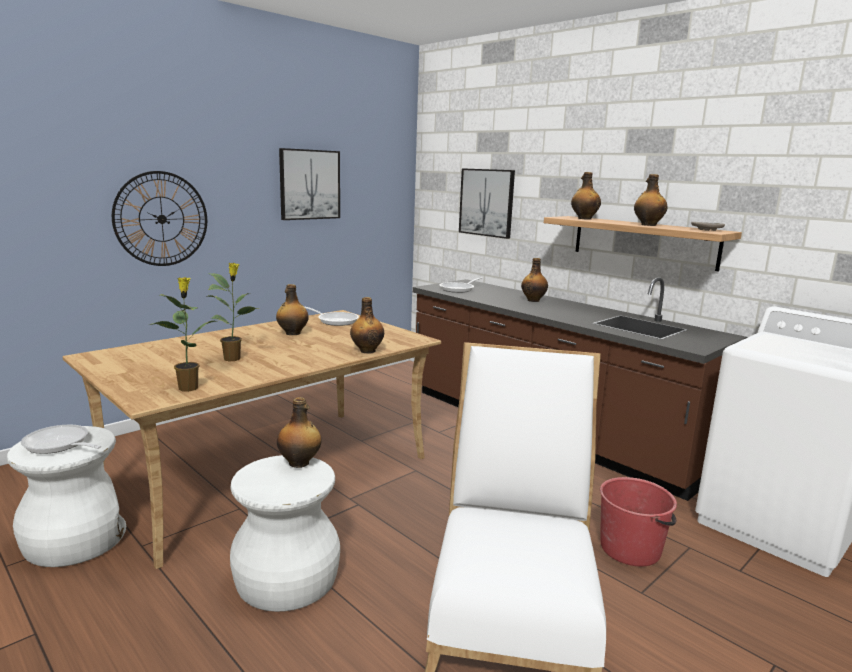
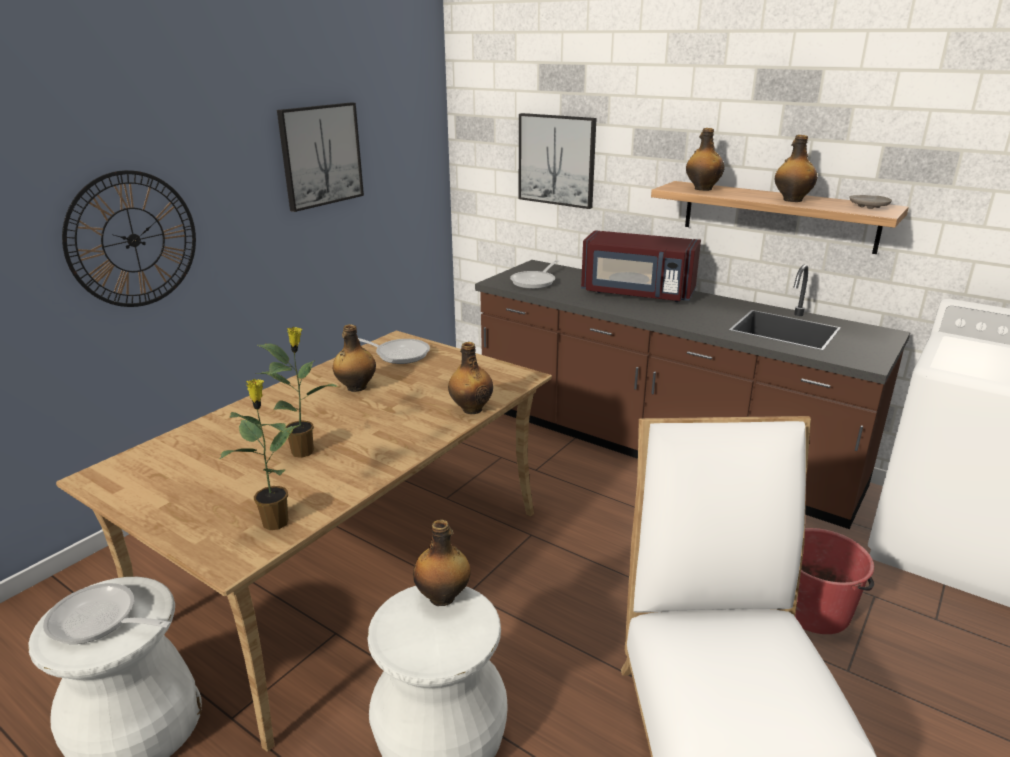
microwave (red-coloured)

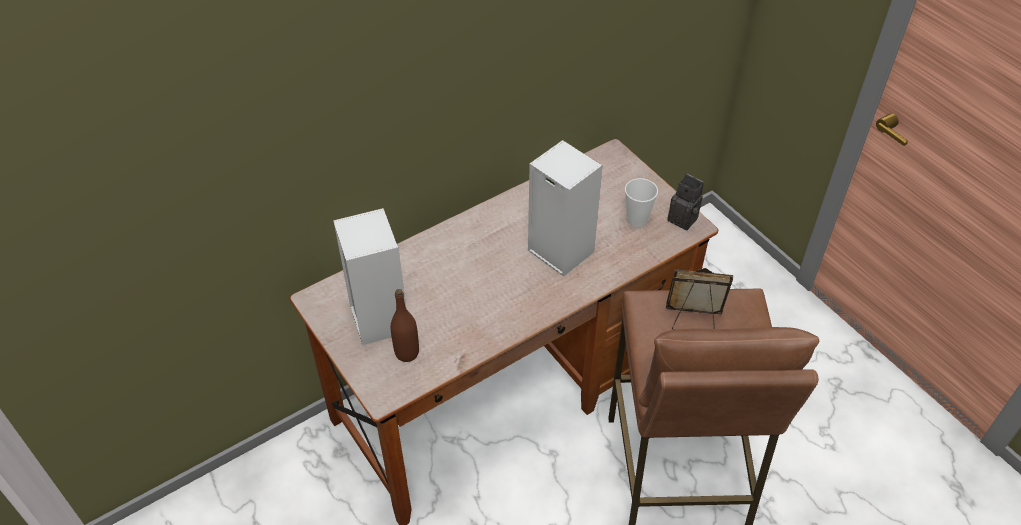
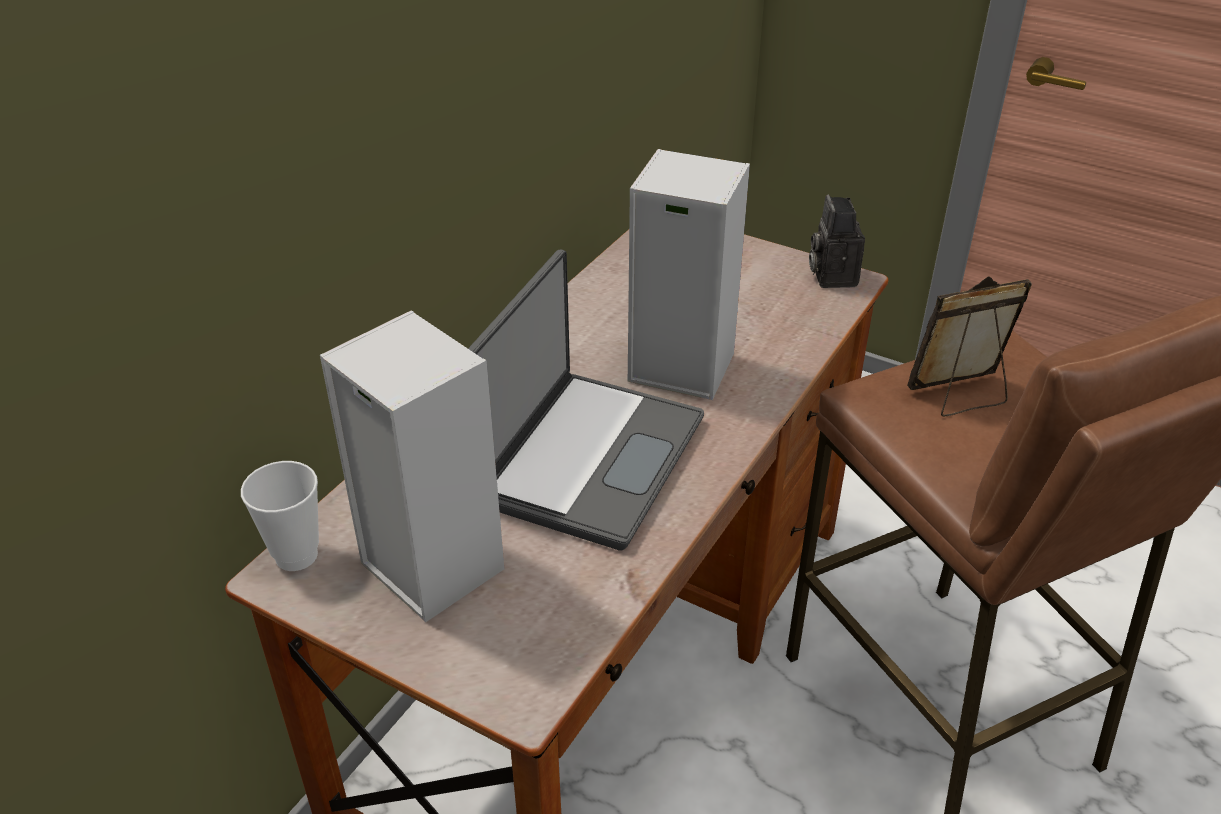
drinking cup
laptop
photo camera
drink bottle (brown)

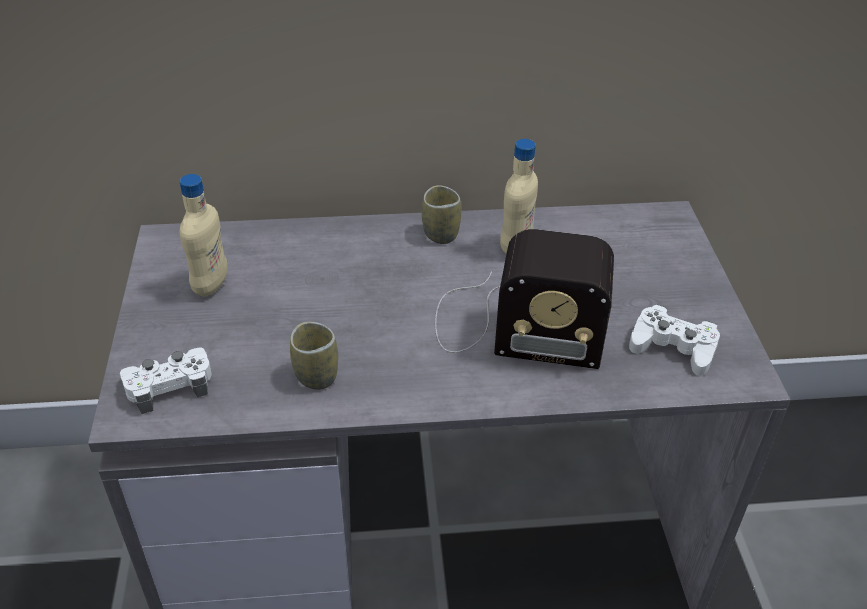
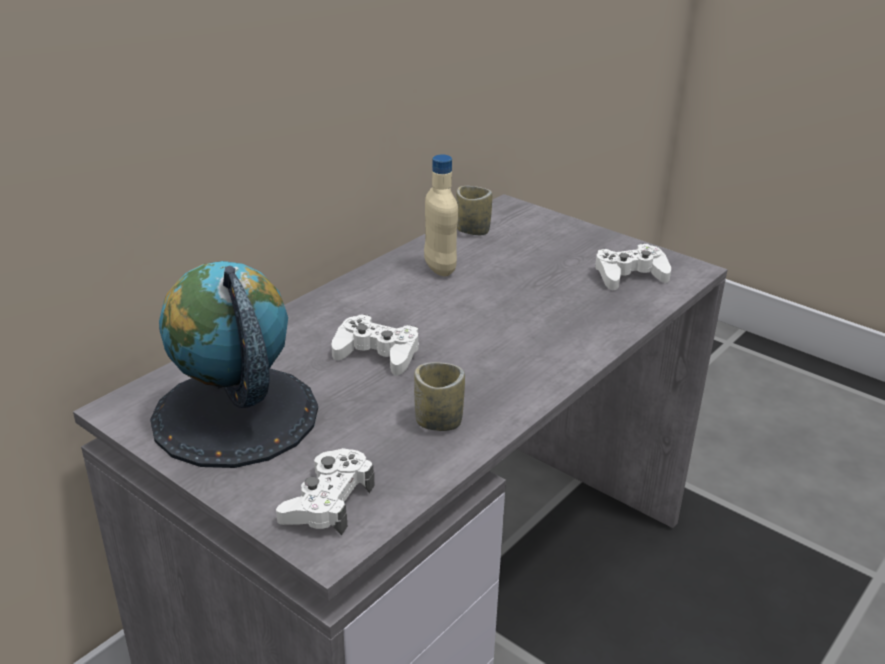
globe
game controller (white) (no. 2 from left)
drinking cup (no. 2 from left)
radio set

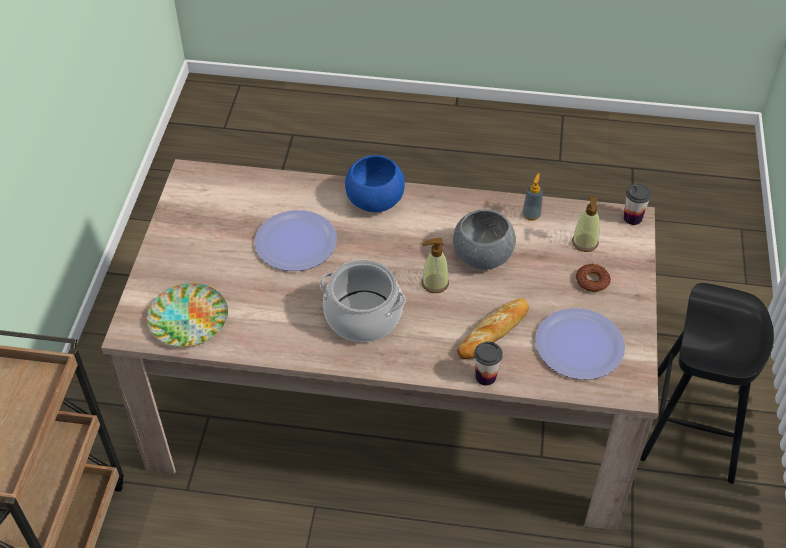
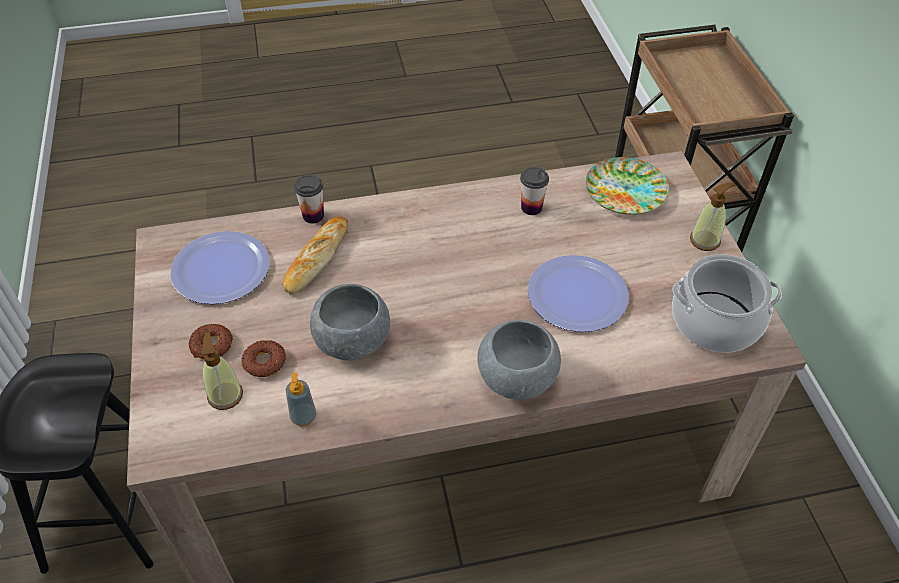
doughnut (no. 2 from left)
bowl (greyish) (no. 2 from left)
drinking cup (no. 2 from left)
cooking pot
liquid soap bottle (no. 3 from left)

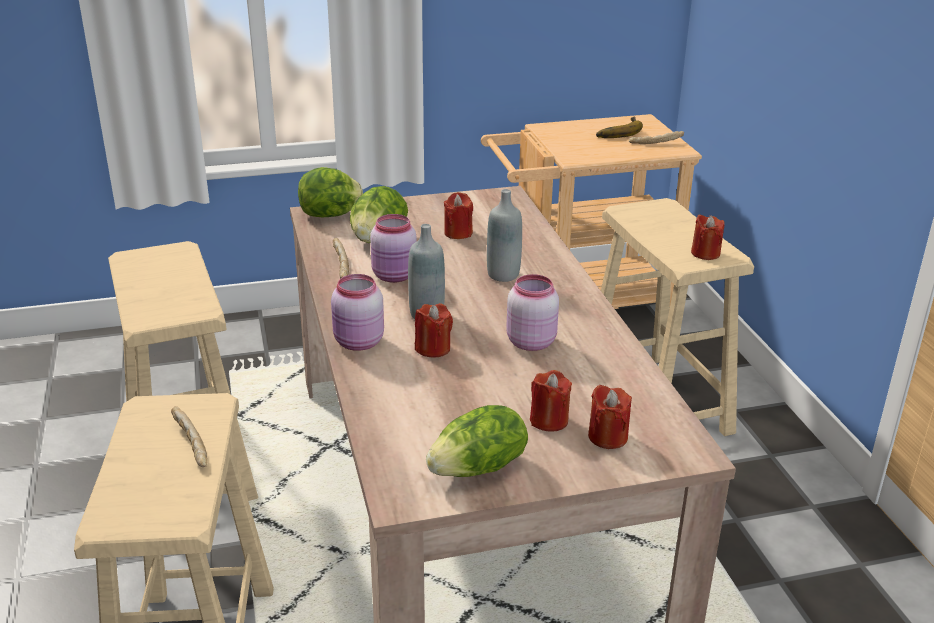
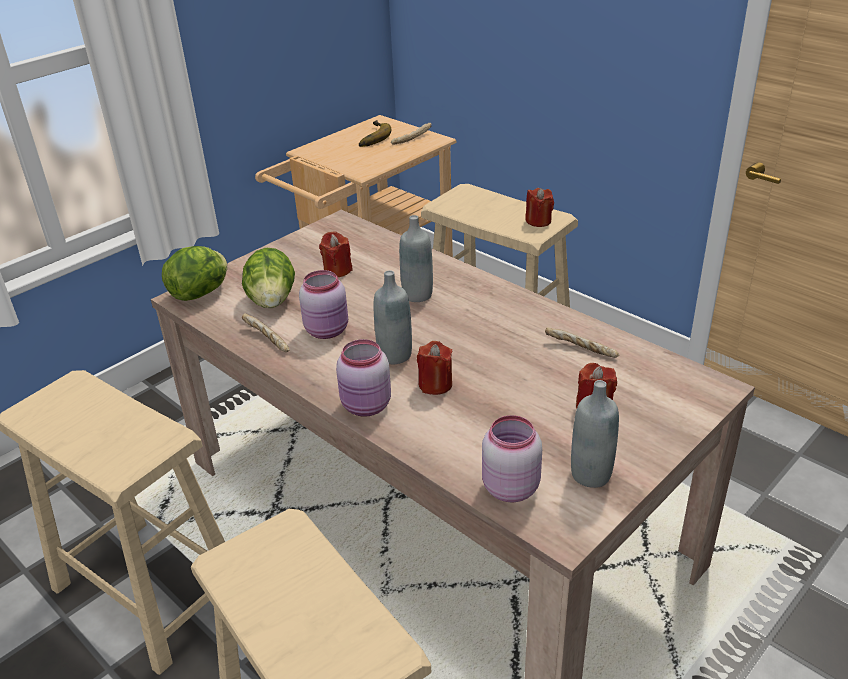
preserve jar (pinkish) (no. 3 from left)
bread (no. 3 from left)
drink bottle (greyish) (no. 3 from left)
candle (red-coloured) (no. 4 from left in the first image)

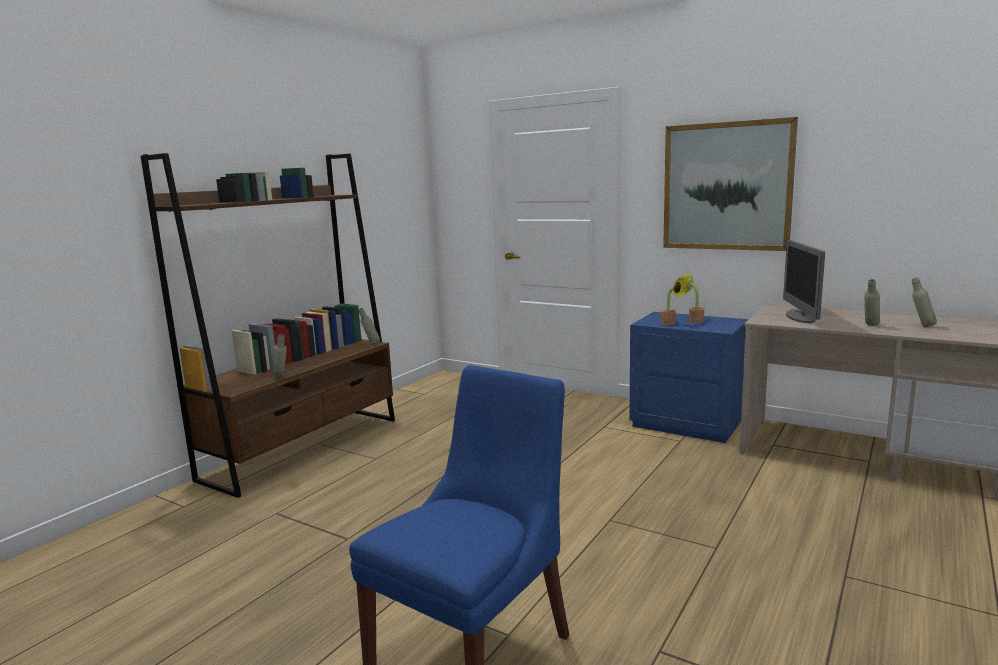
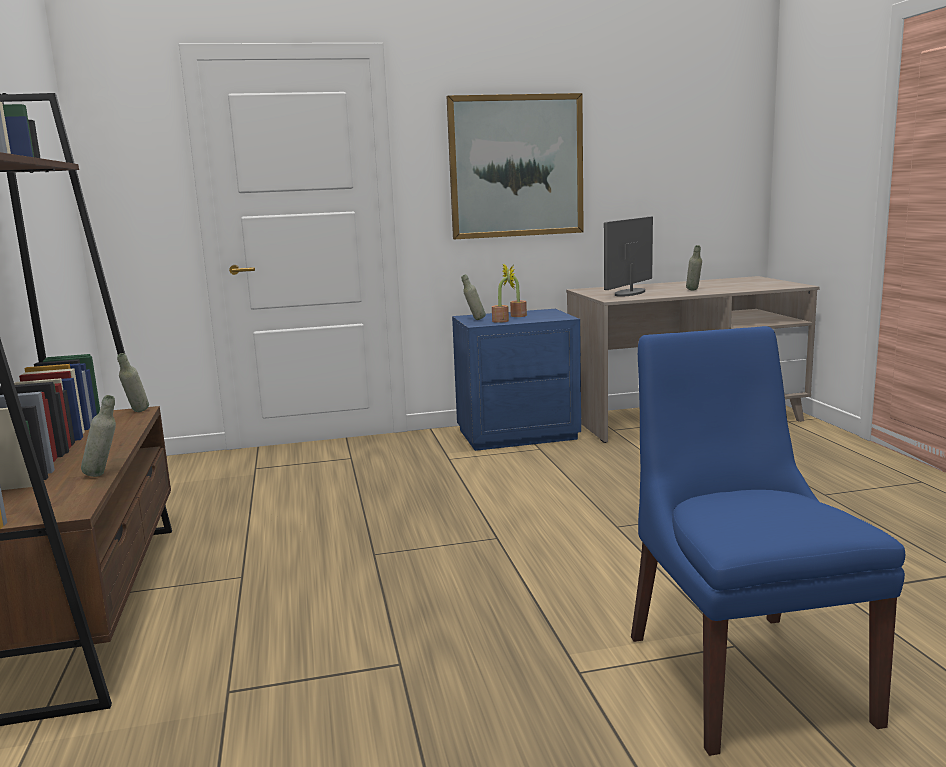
drink bottle (greyish) (no. 3 from left)
monitor

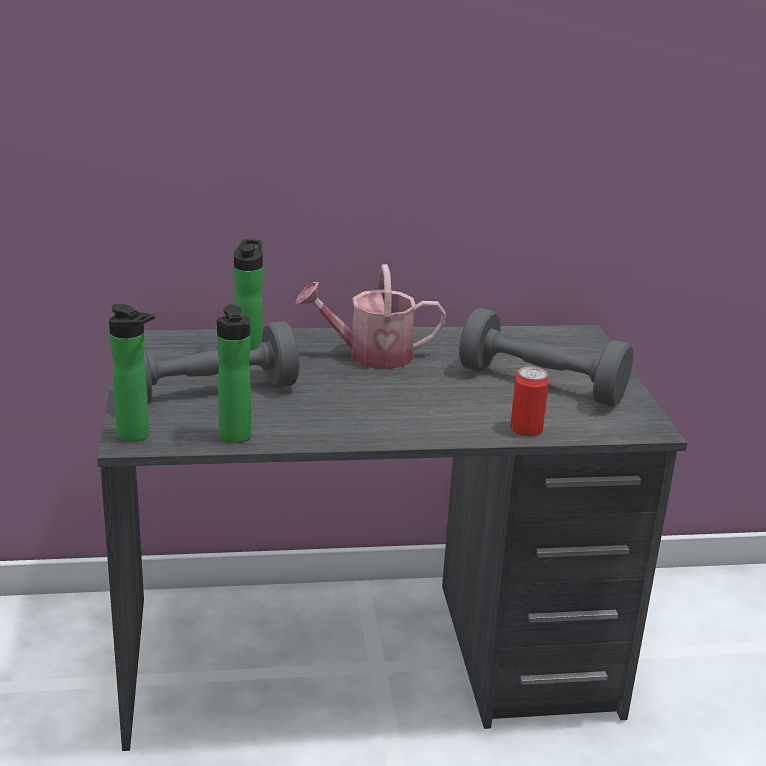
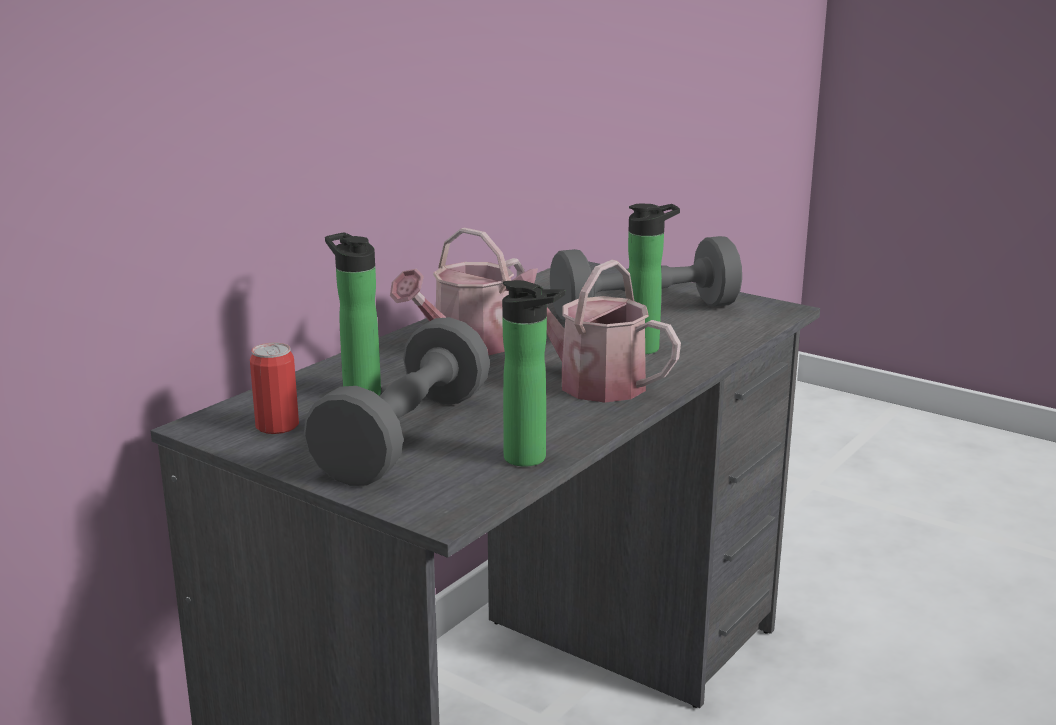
can
watering pot (no. 2 from left)
drink bottle (no. 3 from left)

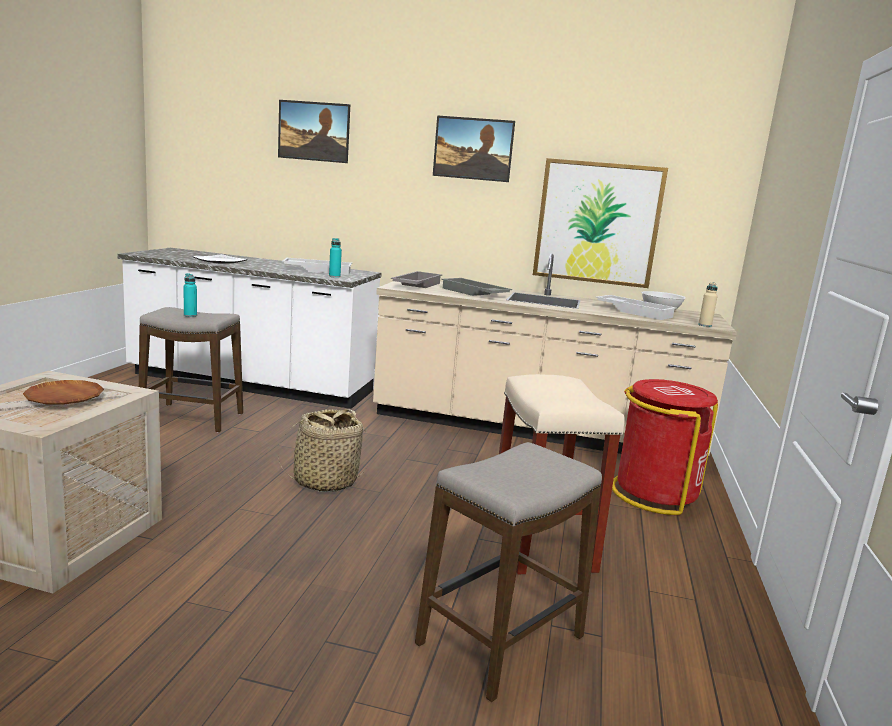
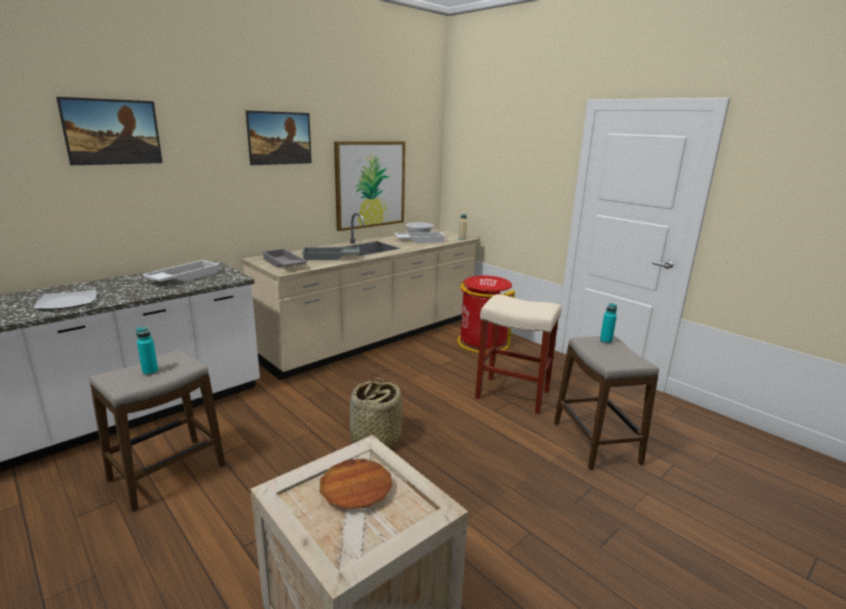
drink bottle (blue-green) (no. 2 from left)

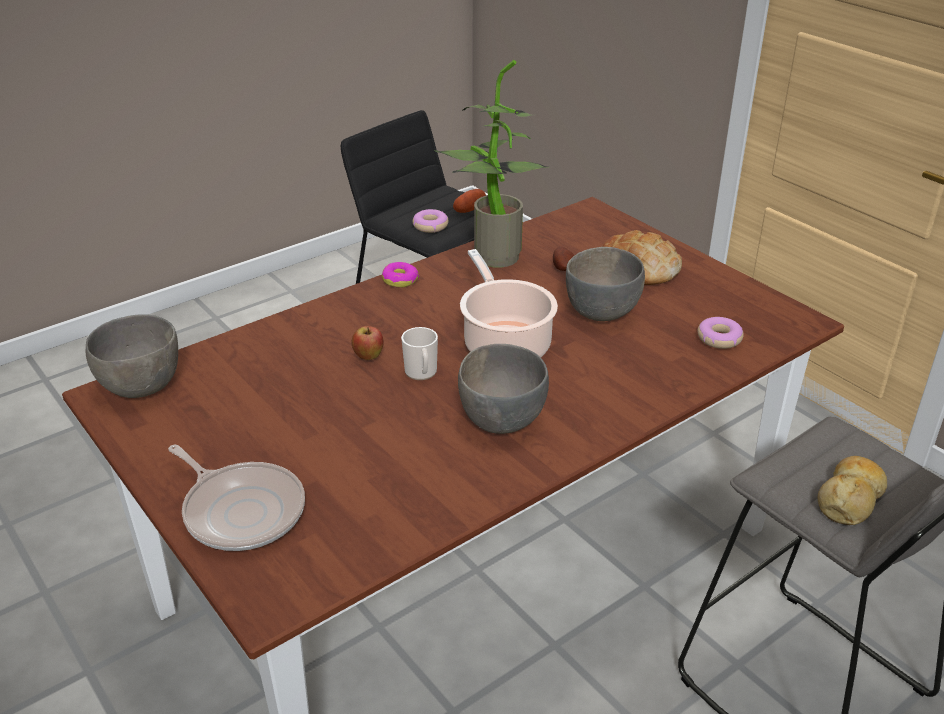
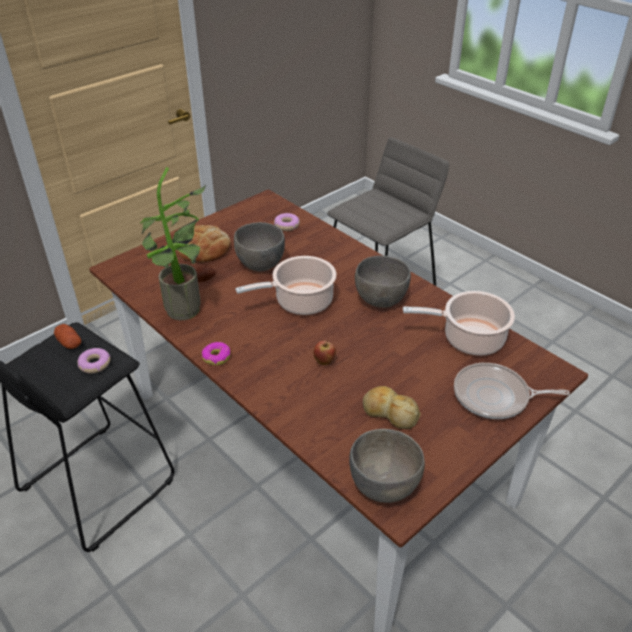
bread (no. 2 from left)
cooking pot (no. 2 from left)
pan
coffee mug

